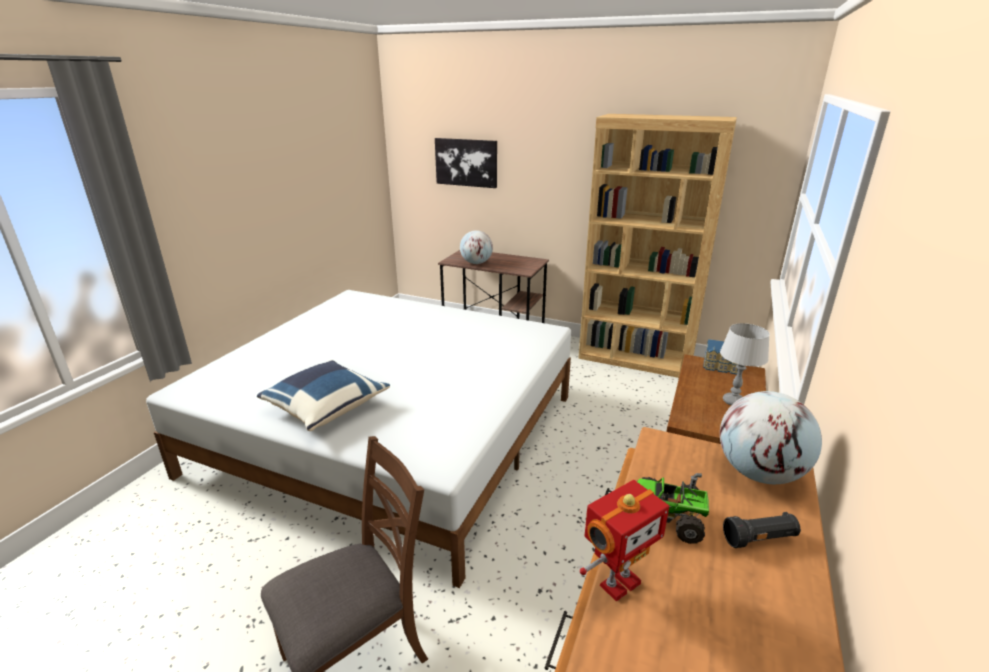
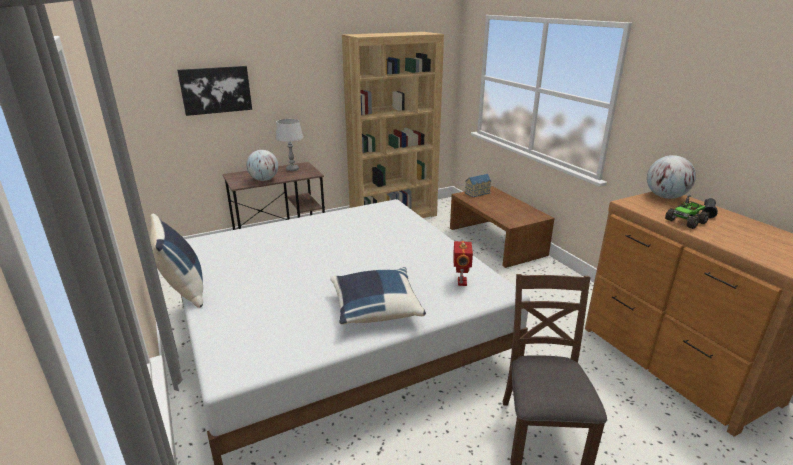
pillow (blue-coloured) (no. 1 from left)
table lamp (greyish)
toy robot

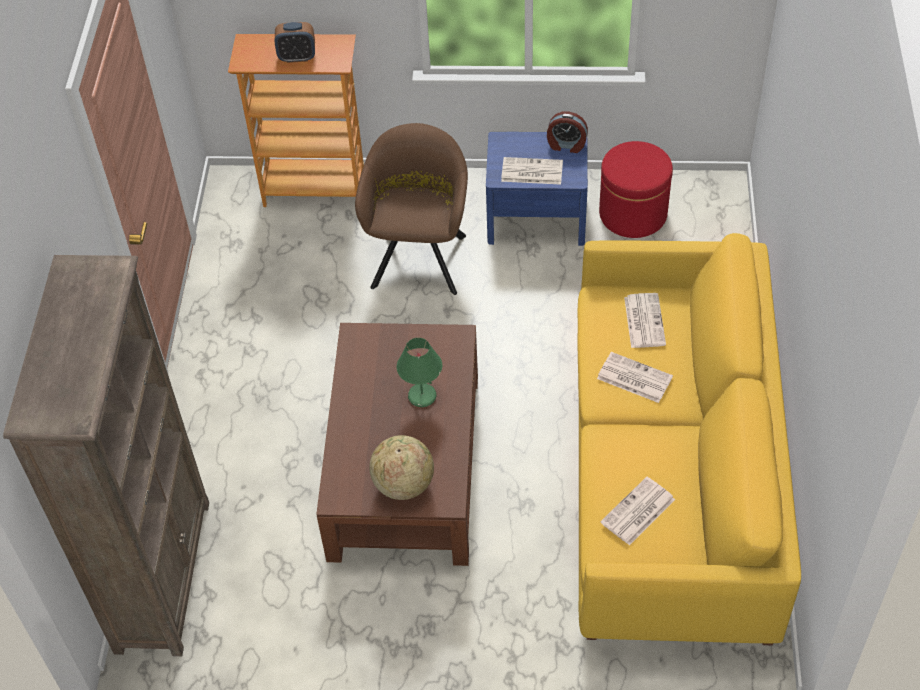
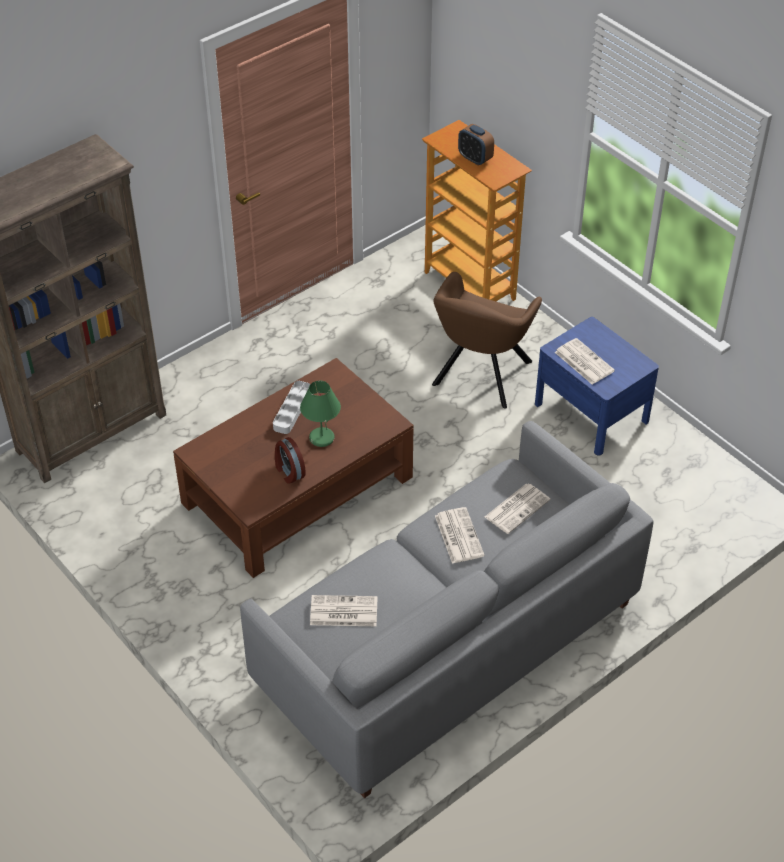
sofa (greyish)
serving tray (greyish)
table clock (no. 1 from left)
easy chair (brown)
globe
footrest (red-coloured)

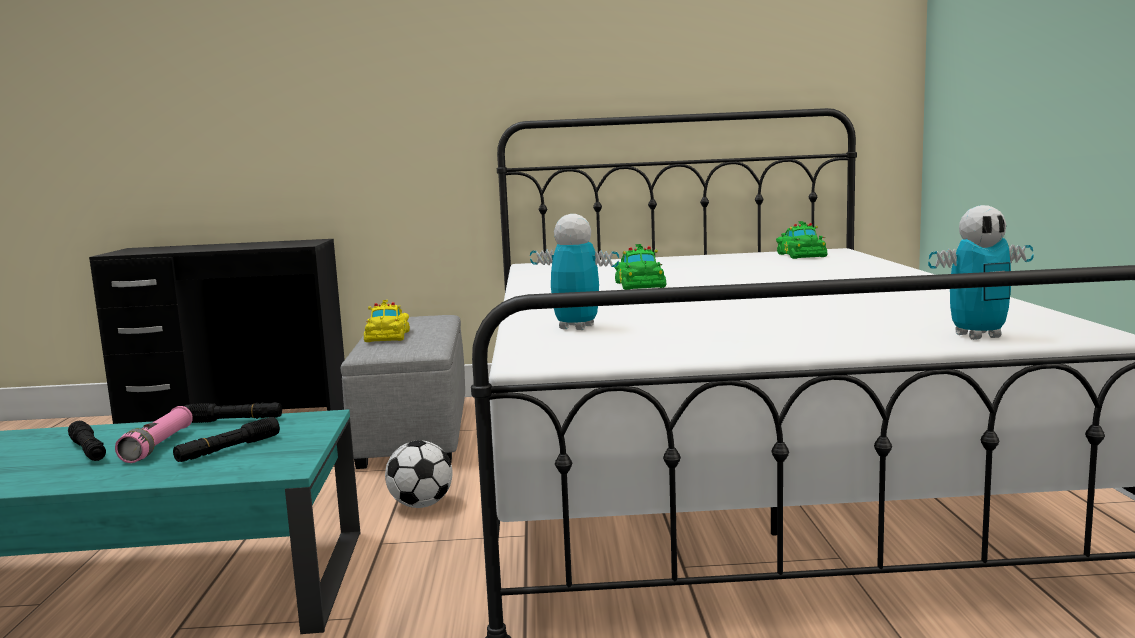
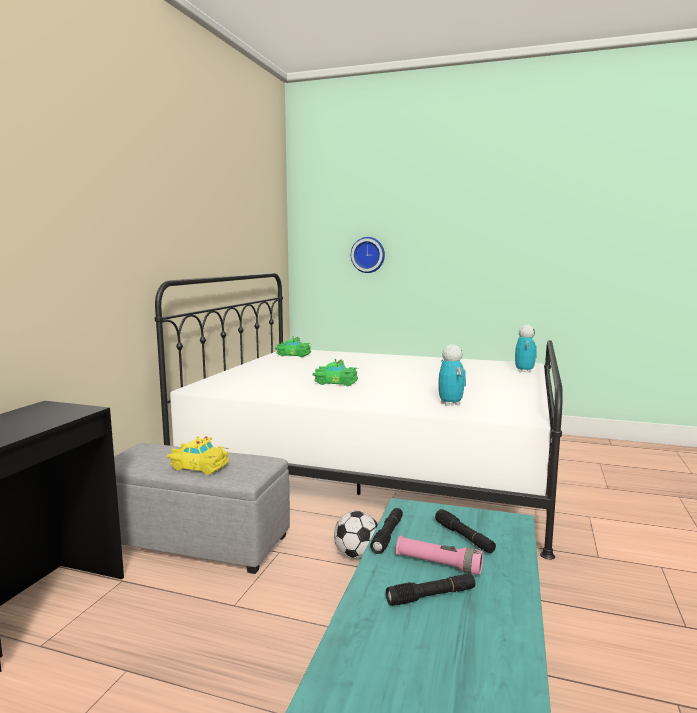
wall clock
toy robot (no. 1 from left)

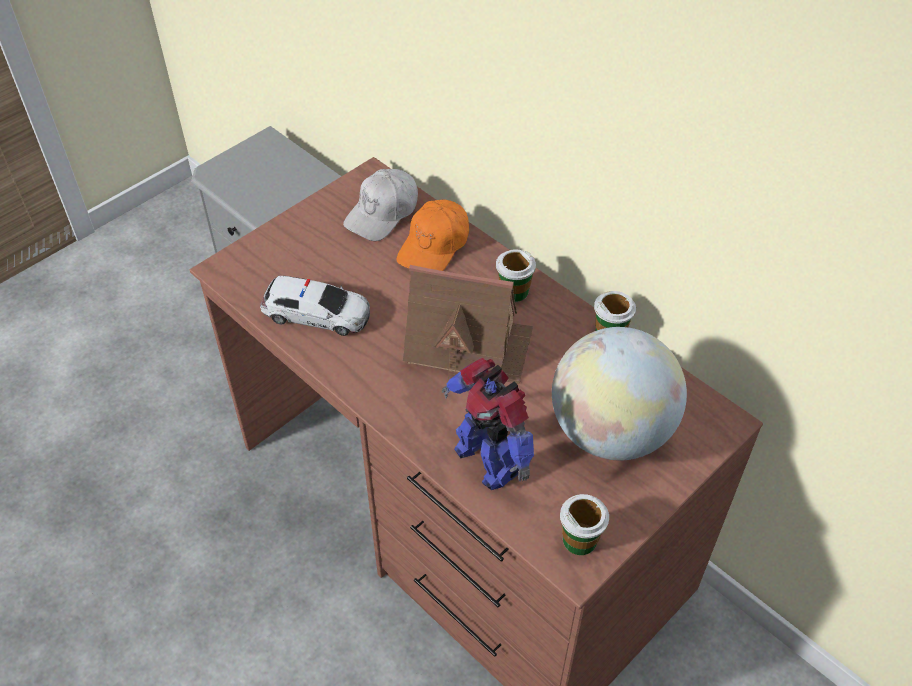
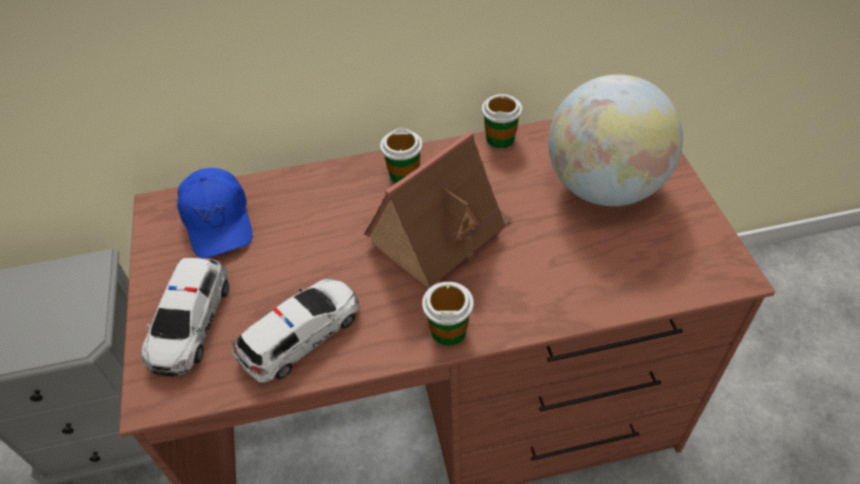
toy car (no. 1 from left)
peaked cap (blue-coloured)
drinking cup (no. 2 from left)
peaked cap (orangey)
toy robot

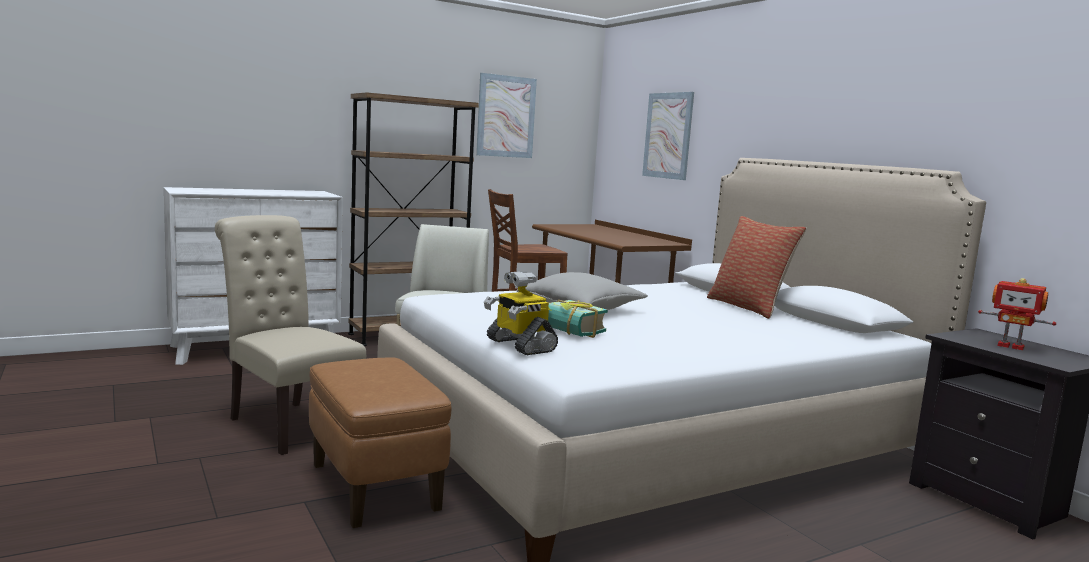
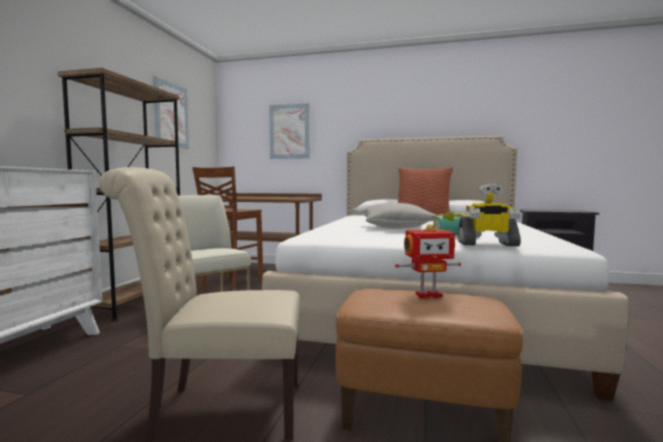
toy robot (no. 1 from left)

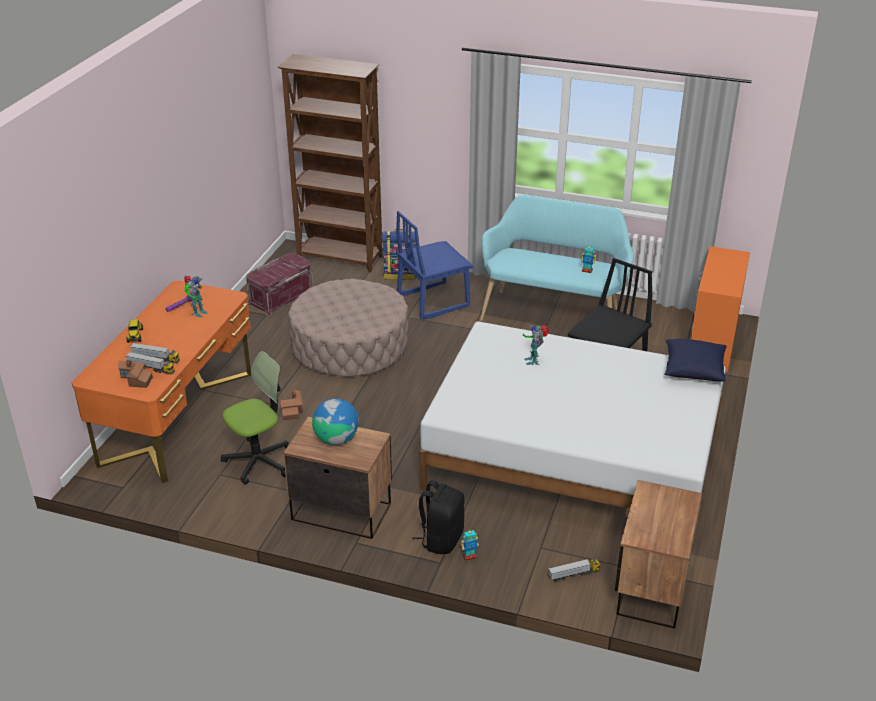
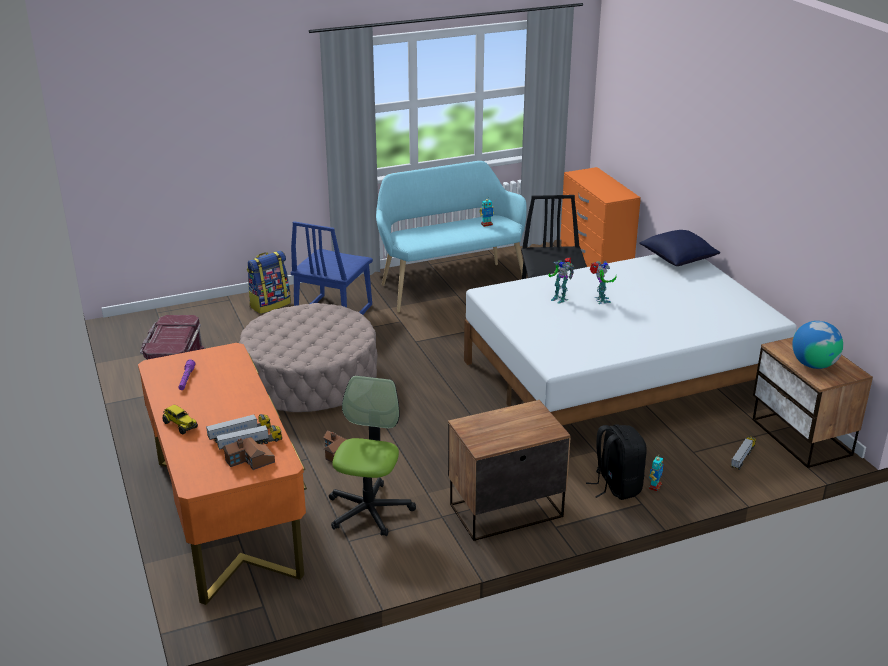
toy robot (no. 3 from left)
globe
bookcase (brown)

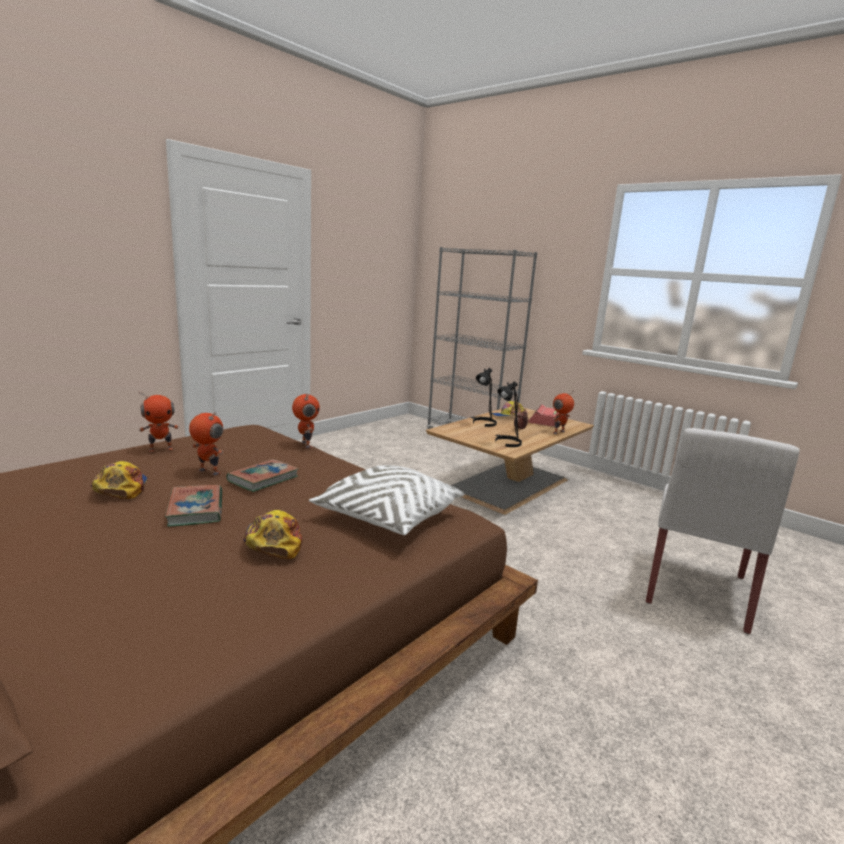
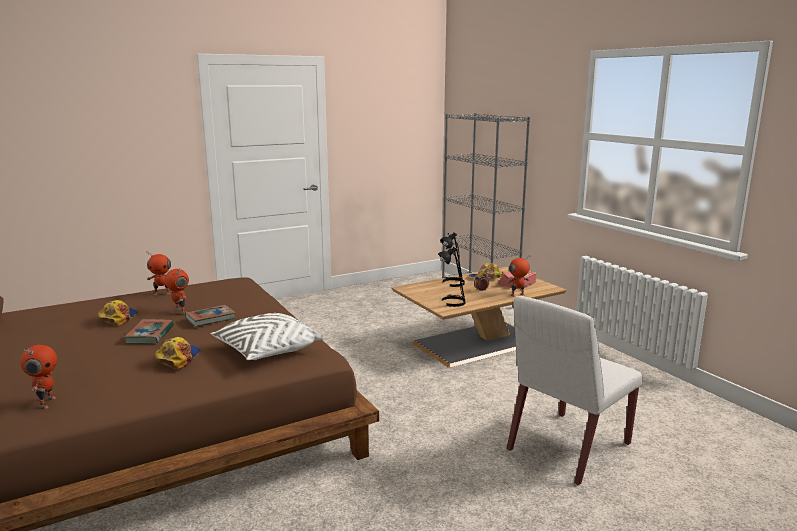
toy robot (no. 1 from left)

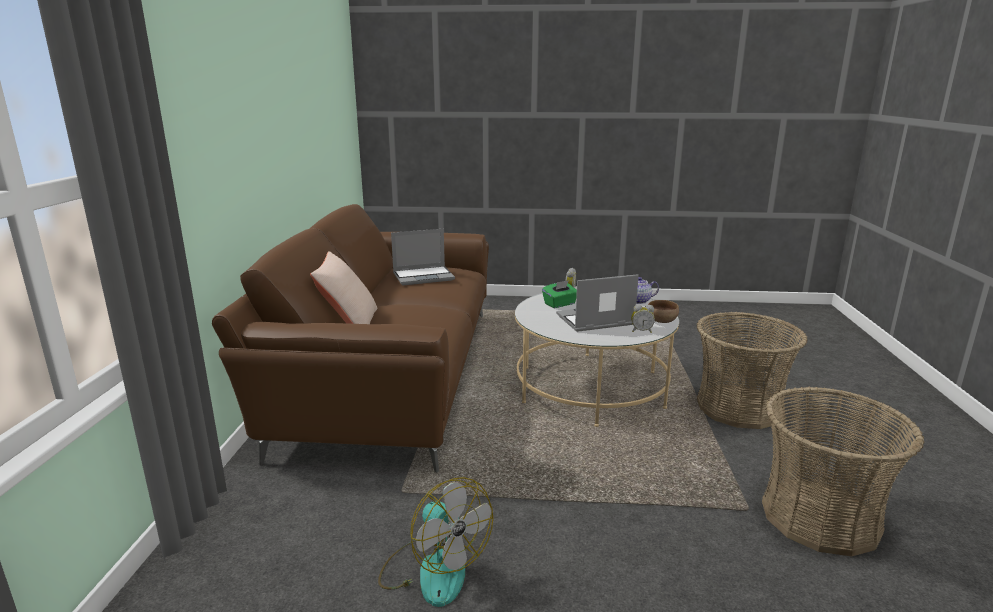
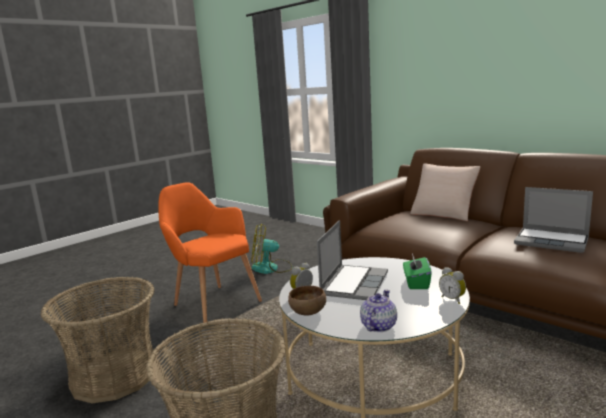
easy chair (orangey)
laptop (no. 2 from left)

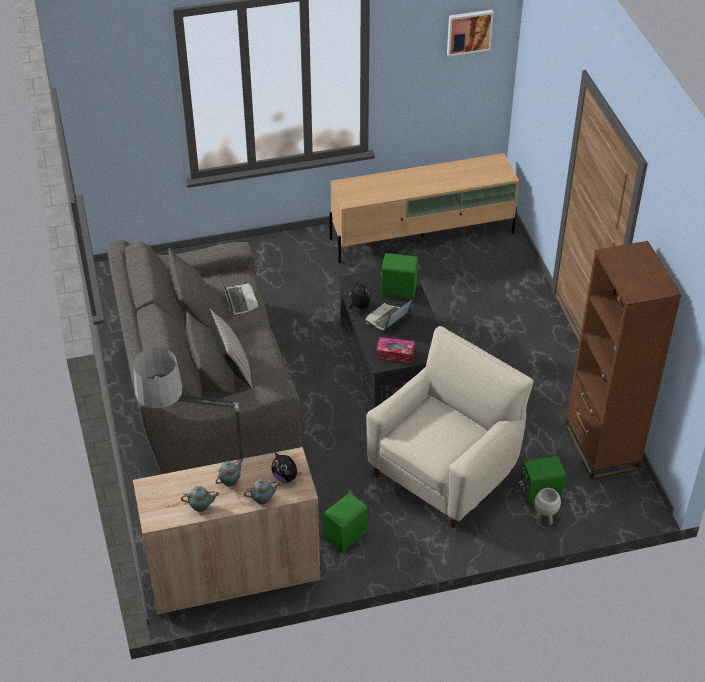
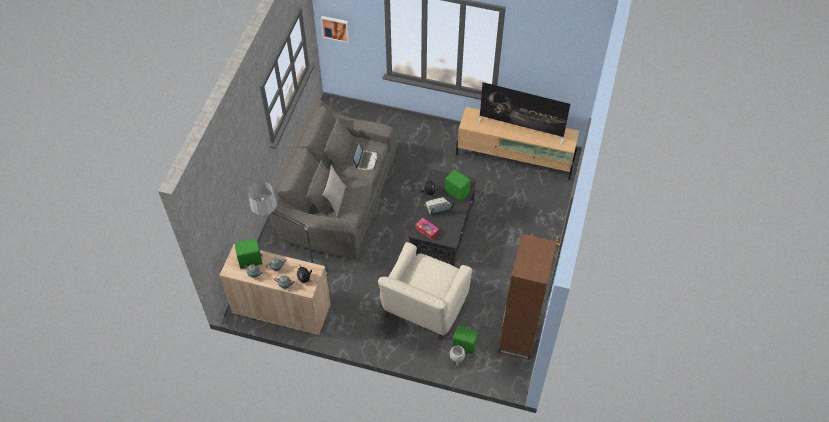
loudspeaker (greenish) (no. 1 from left)
wall picture
easy chair (beige)
TV

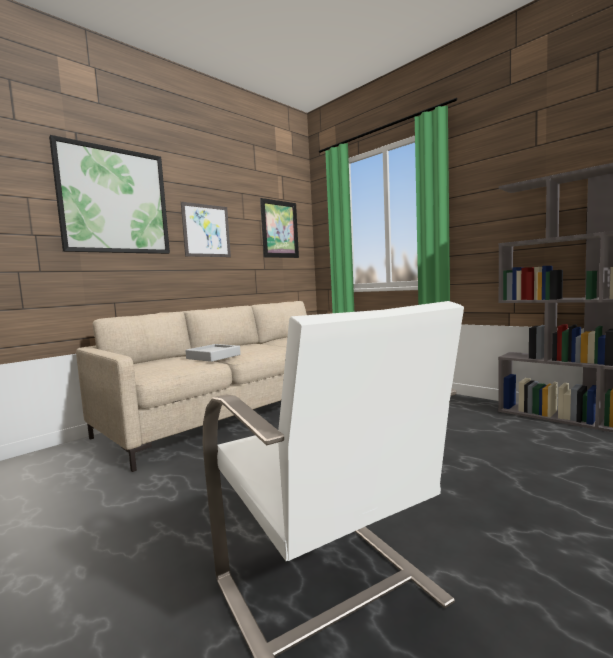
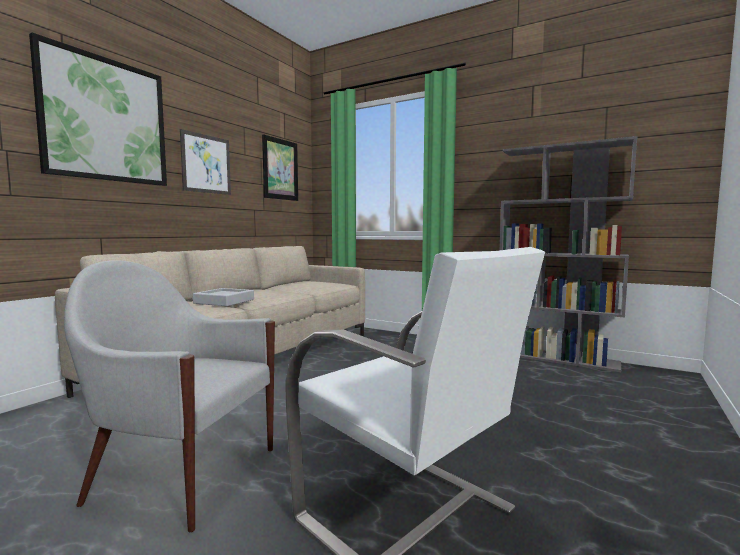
easy chair (white) (no. 1 from left)

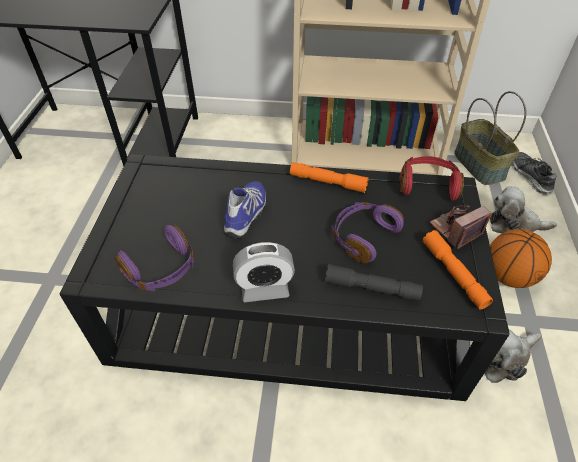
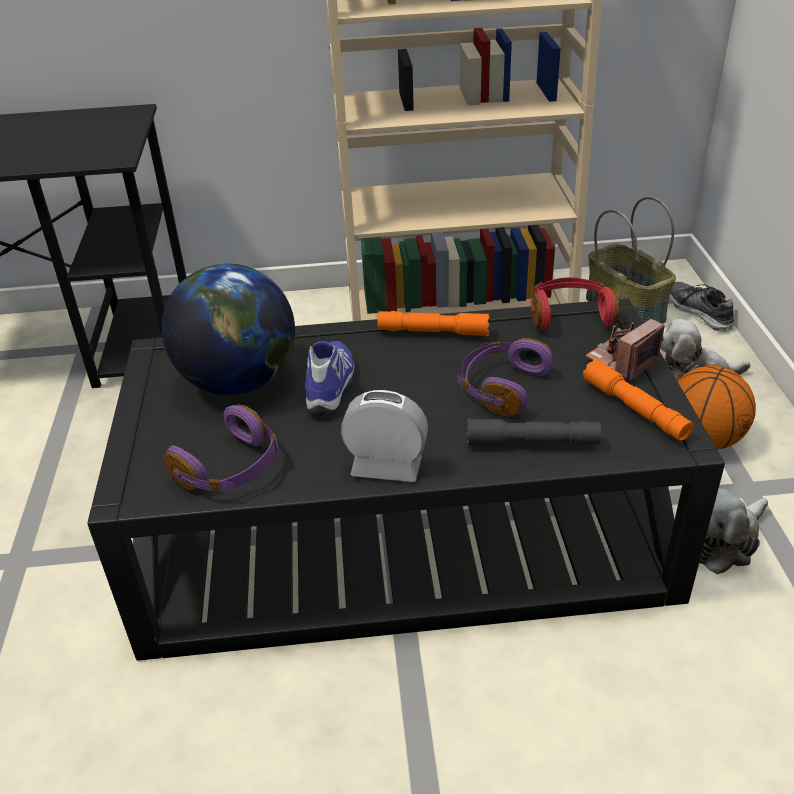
globe
table clock

